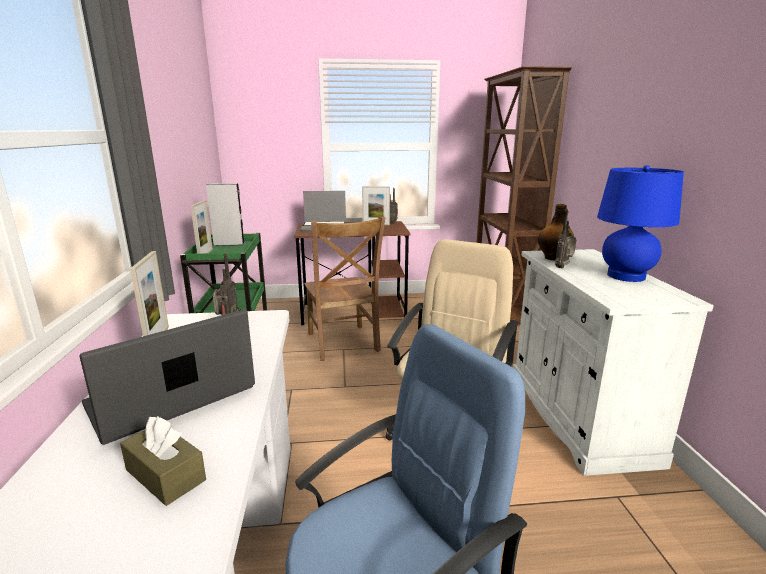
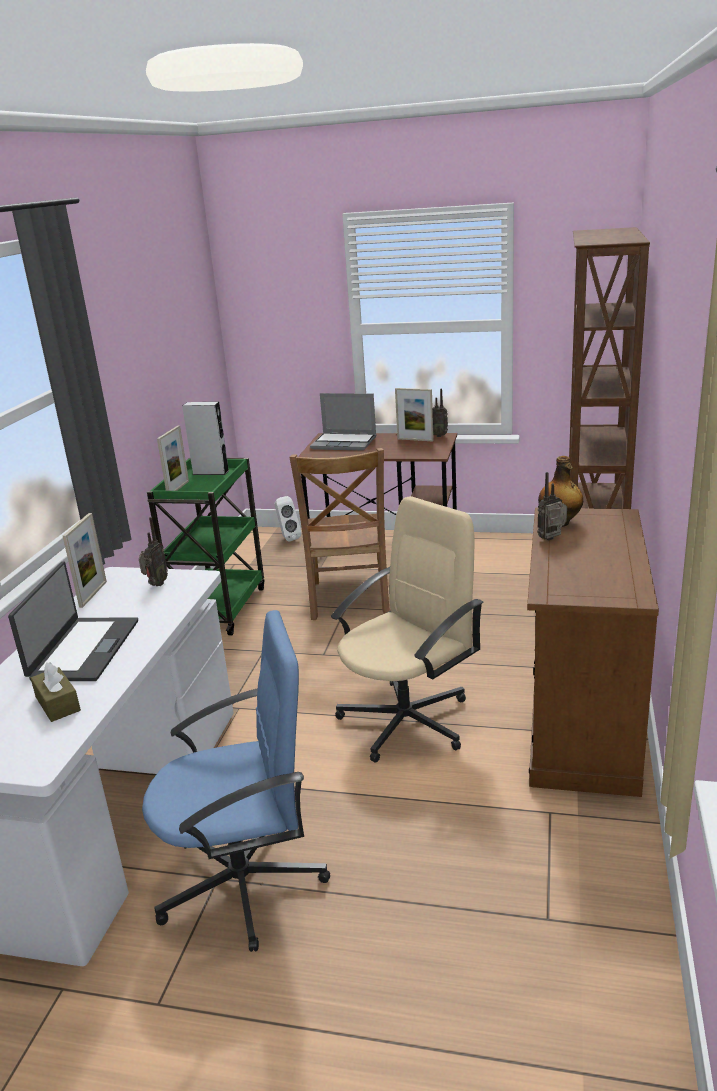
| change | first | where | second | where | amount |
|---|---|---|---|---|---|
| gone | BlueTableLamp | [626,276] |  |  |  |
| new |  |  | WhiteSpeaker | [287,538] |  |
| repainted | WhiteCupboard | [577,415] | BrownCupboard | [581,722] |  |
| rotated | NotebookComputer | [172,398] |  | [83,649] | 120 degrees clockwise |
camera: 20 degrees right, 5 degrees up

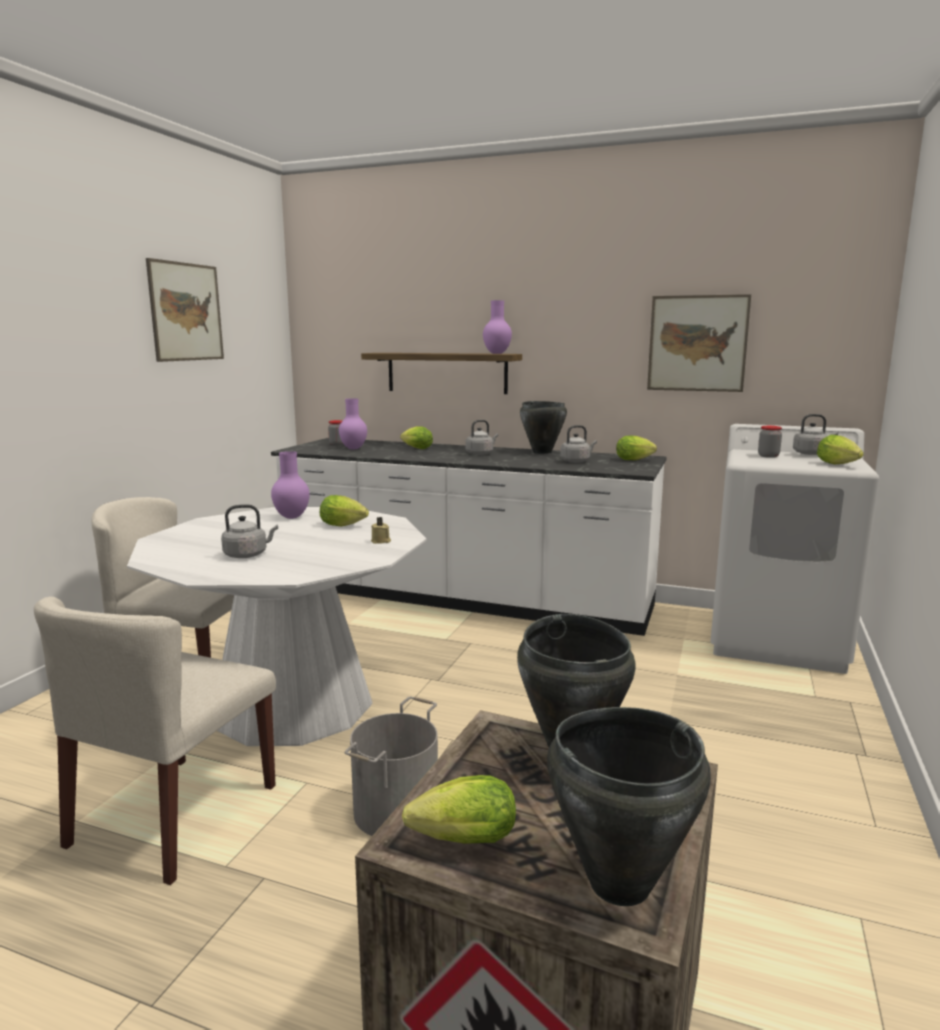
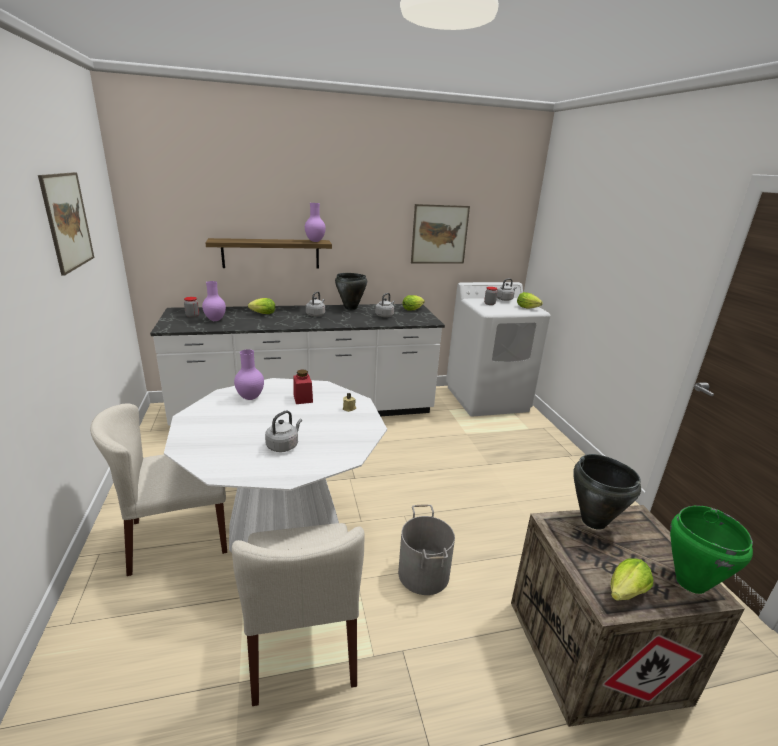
| change | first | where | second | where | amount |
|---|---|---|---|---|---|
| swapped | LettuceHead | [345,526] | ReddishJar | [303,398] |  |
| repainted | BlackColouredCookingPot | [618,883] | GreenColouredCookingPot | [690,582] |  |
camera: 35 degrees left, 10 degrees up

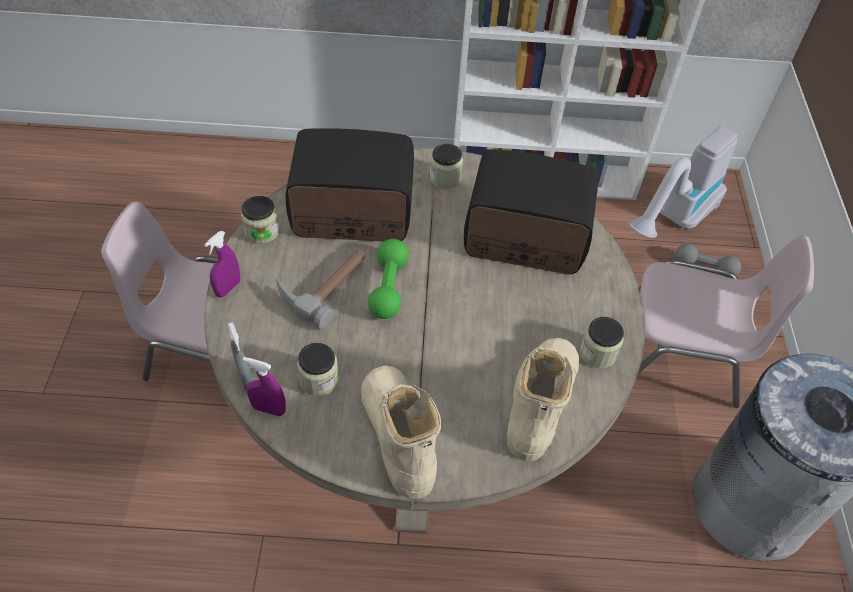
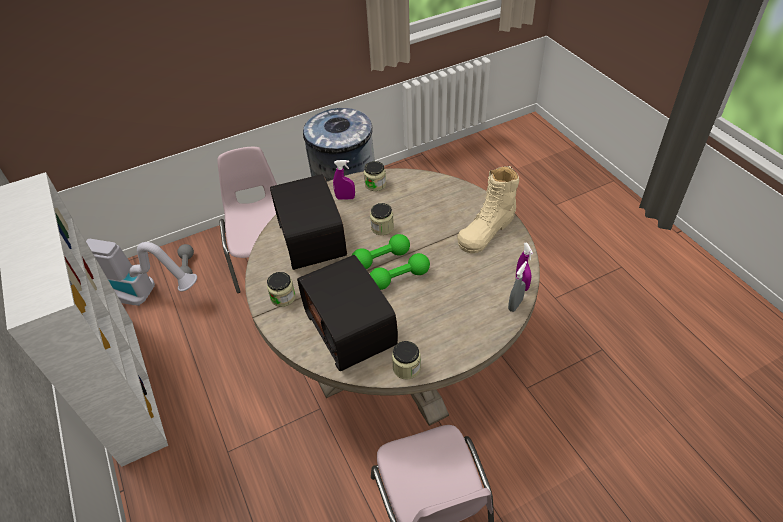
| change | first | where | second | where | amount |
|---|---|---|---|---|---|
| gone | HandHammer | [323,285] |  |  |  |
| gone | SandColouredBoot | [540,403] |  |  |  |
| new |  |  | GreenColouredDumbbell | [381,259] |  |
| shifted | PurpleColouredSprayer | [228,288] |  | [345,198] |  |
| shifted | Jar | [319,380] |  | [382,227] |  |
camera: 115 degrees left, 5 degrees down

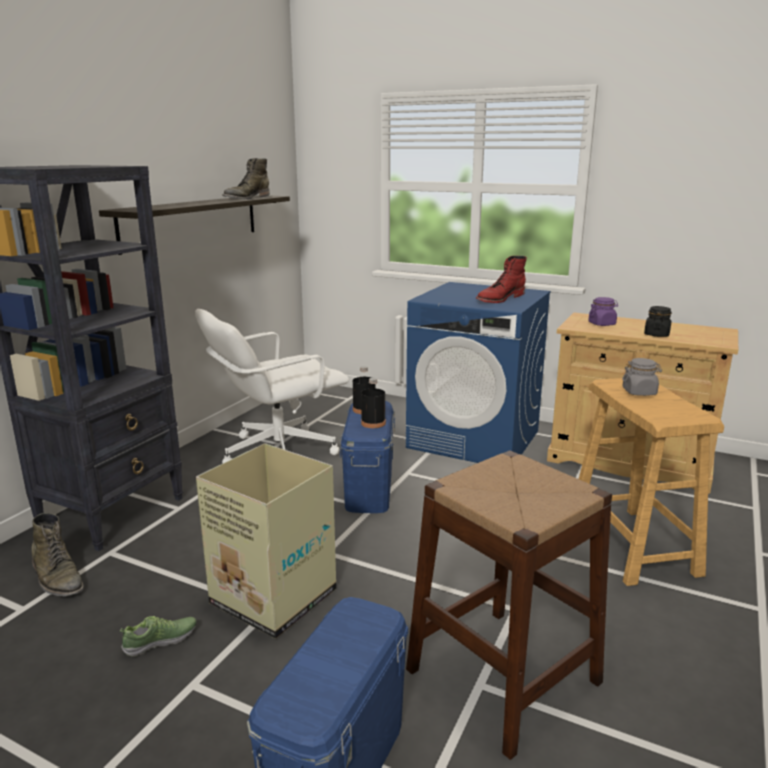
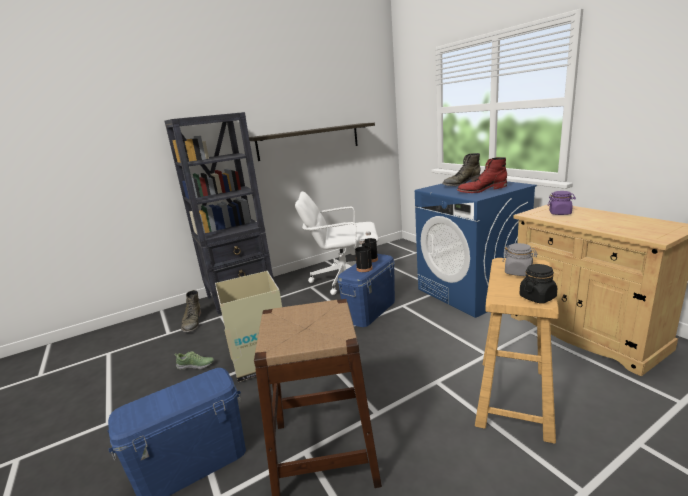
| change | first | where | second | where | amount |
|---|---|---|---|---|---|
| shifted | GreenColouredBoot | [246,198] |  | [461,183] |  |
| shifted | BlackColouredJar | [656,334] |  | [537,297] |  |
camera: 35 degrees right, 0 degrees up

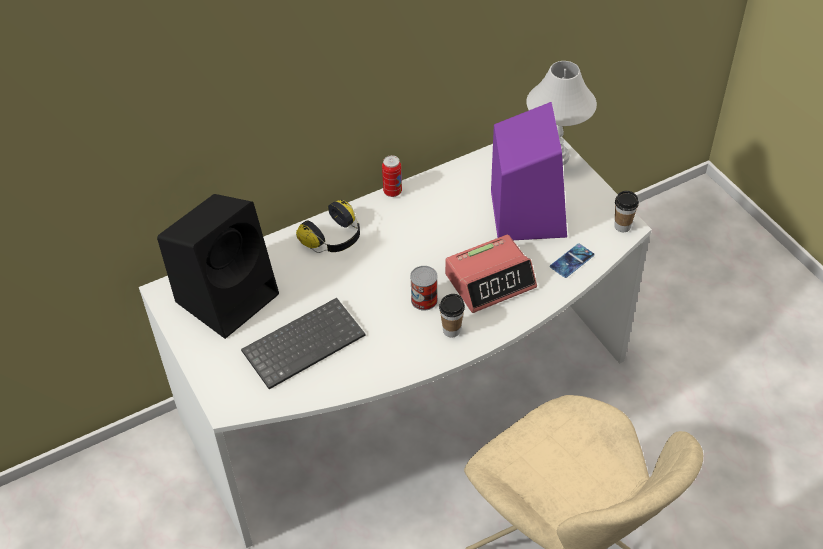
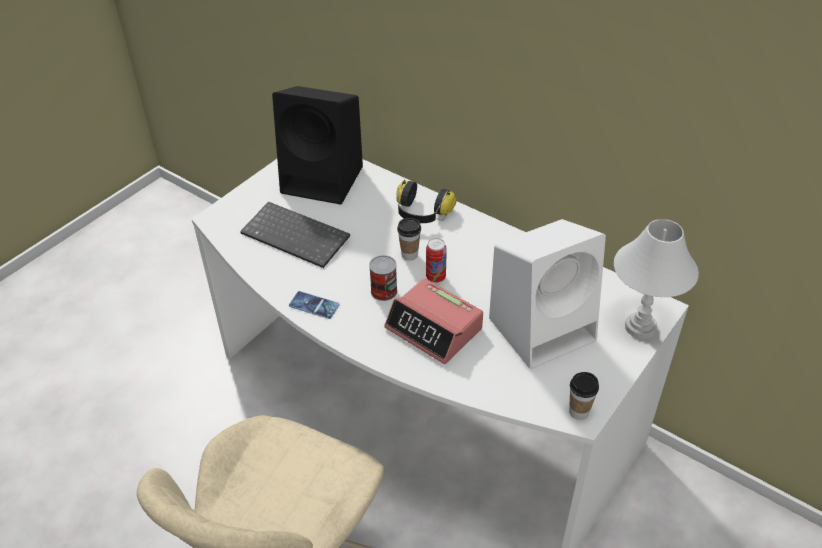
| change | first | where | second | where | amount |
|---|---|---|---|---|---|
| shifted | MetalCan | [392,192] |  | [435,277] |  |
| shifted | DrinkingCup | [451,330] |  | [409,255] |  |
| shifted | Handset | [572,261] |  | [314,305] |  |
| repainted | PurpleColouredSpeaker | [527,212] | WhiteSpeaker | [543,328] |  |
camera: 65 degrees right, 5 degrees down

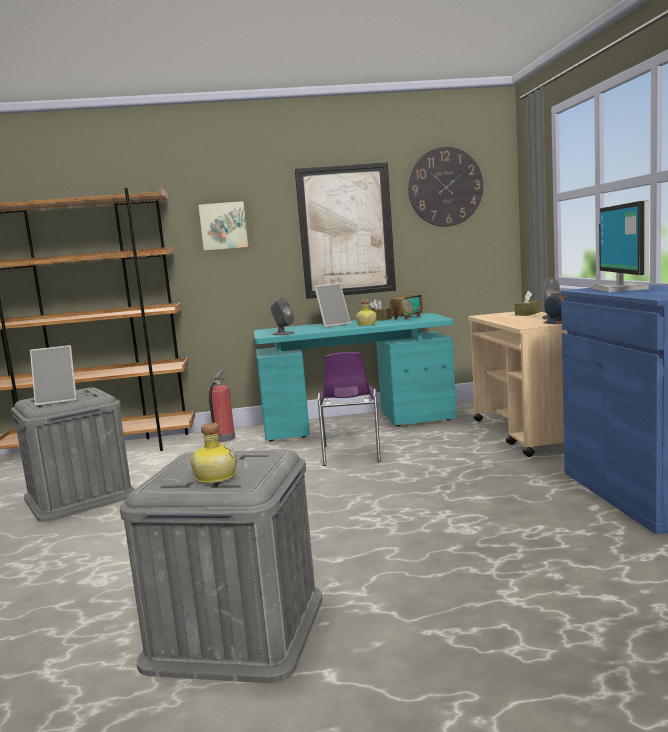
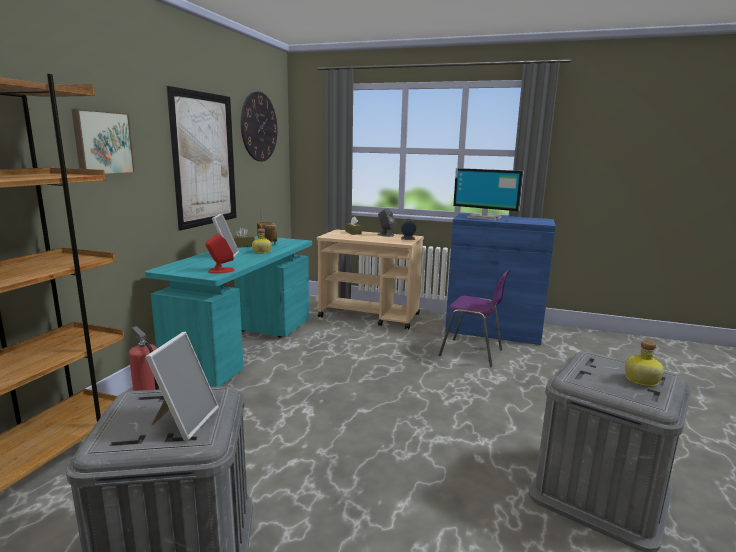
| change | first | where | second | where | amount |
|---|---|---|---|---|---|
| shifted | PurpleColouredPlainChair | [351,454] |  | [472,353] |  |
| repainted | GreySpeaker | [283,333] | ReddishSpeaker | [221,271] |  |
camera: 65 degrees left, 5 degrees up

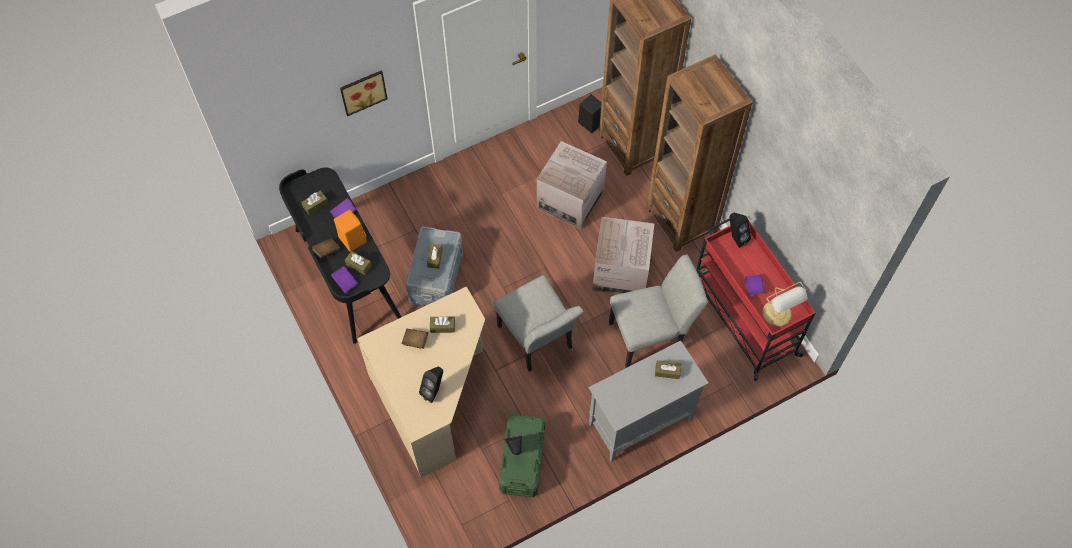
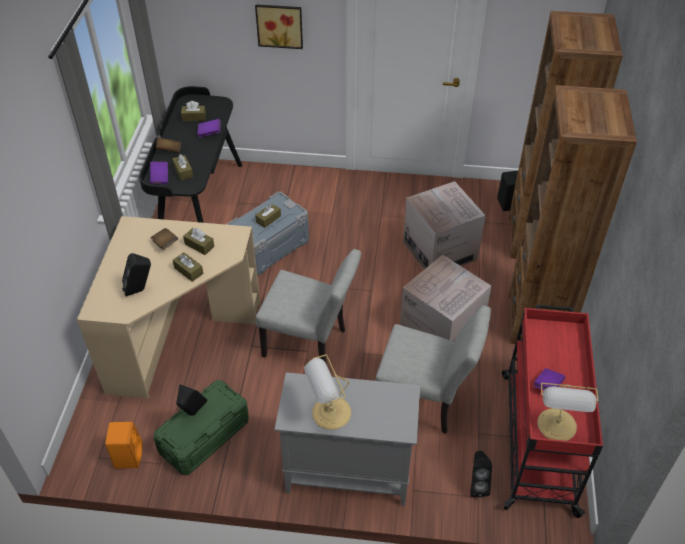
| change | first | where | second | where | amount |
|---|---|---|---|---|---|
| new |  |  | TableLamp | [329,413] |  |
| shifted | OrangeySpeaker | [352,239] |  | [128,455] |  |
| shifted | BrownTissueBox | [667,371] |  | [188,271] |  |
| shifted | BlackColouredSpeaker | [735,238] |  | [477,485] |  |
| rotated | GreyPlainChair | [538,341] |  | [311,345] | 75 degrees counterclockwise |
camera: 35 degrees right, 15 degrees down

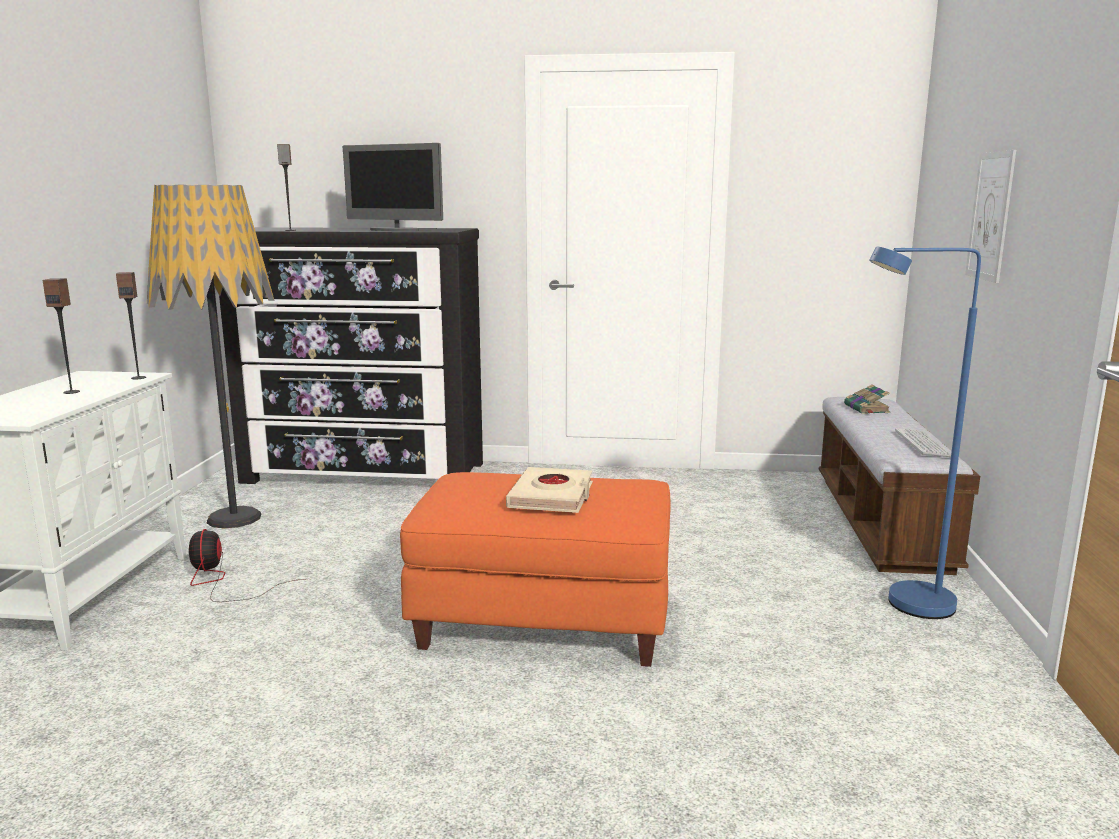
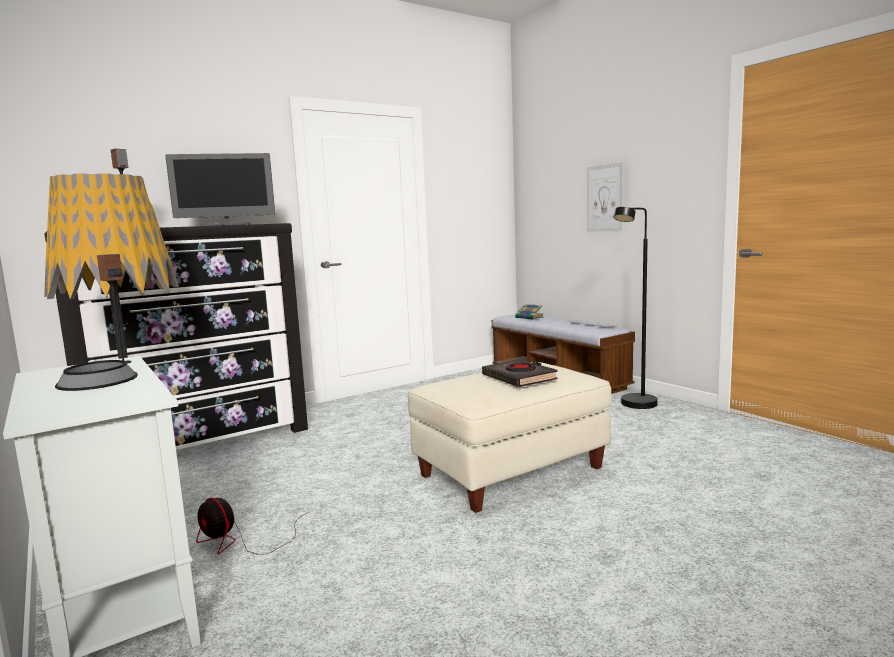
| change | first | where | second | where | amount |
|---|---|---|---|---|---|
| swapped | Speaker | [72,392] | DeepDish | [97,380] |  |
| repainted | OrangeyOttoman | [543,623] | SandColouredOttoman | [511,472] |  |
| repainted | SandColouredBoundBook | [552,497] | BlackColouredBoundBook | [519,378] |  |
| repainted | BlueStandardLamp | [904,605] | BlackColouredStandardLamp | [635,406] |  |
camera: 40 degrees left, 5 degrees down

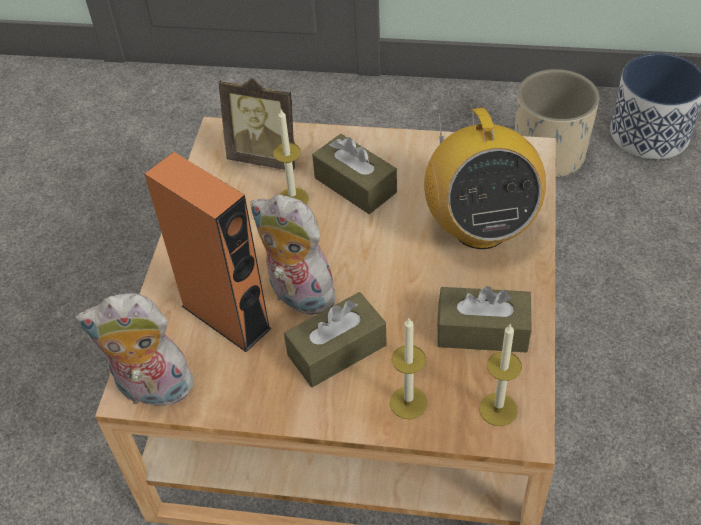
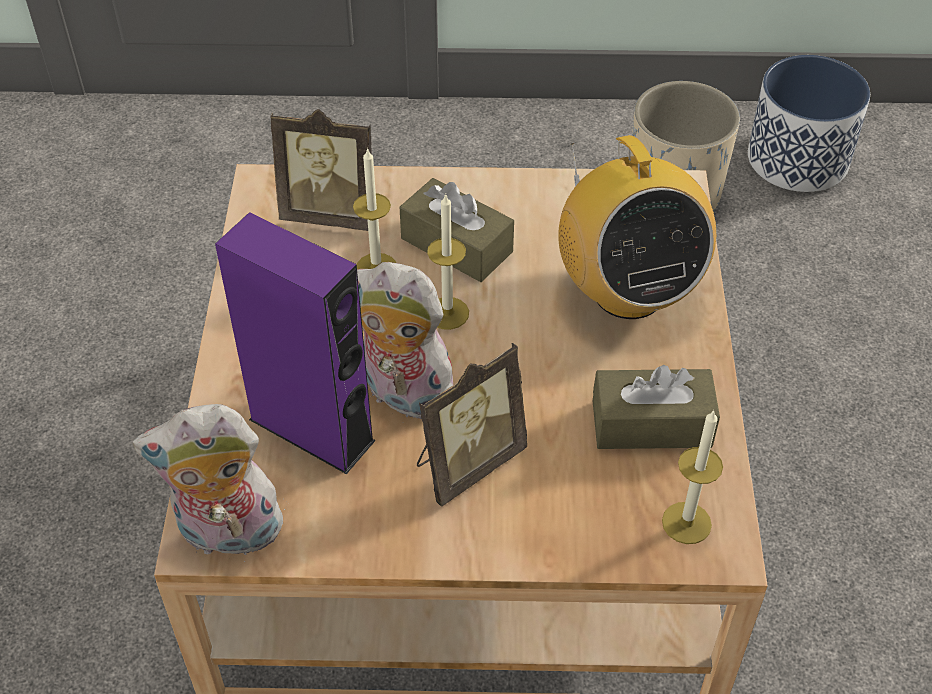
| change | first | where | second | where | amount |
|---|---|---|---|---|---|
| shifted | Candle | [408,402] |  | [447,313] |  |
| swapped | BrownTissueBox | [337,350] | StandingFrame | [467,463] |  |
| repainted | OrangeySpeaker | [226,317] | PurpleColouredSpeaker | [312,430] |  |
camera: 10 degrees left, 0 degrees up

